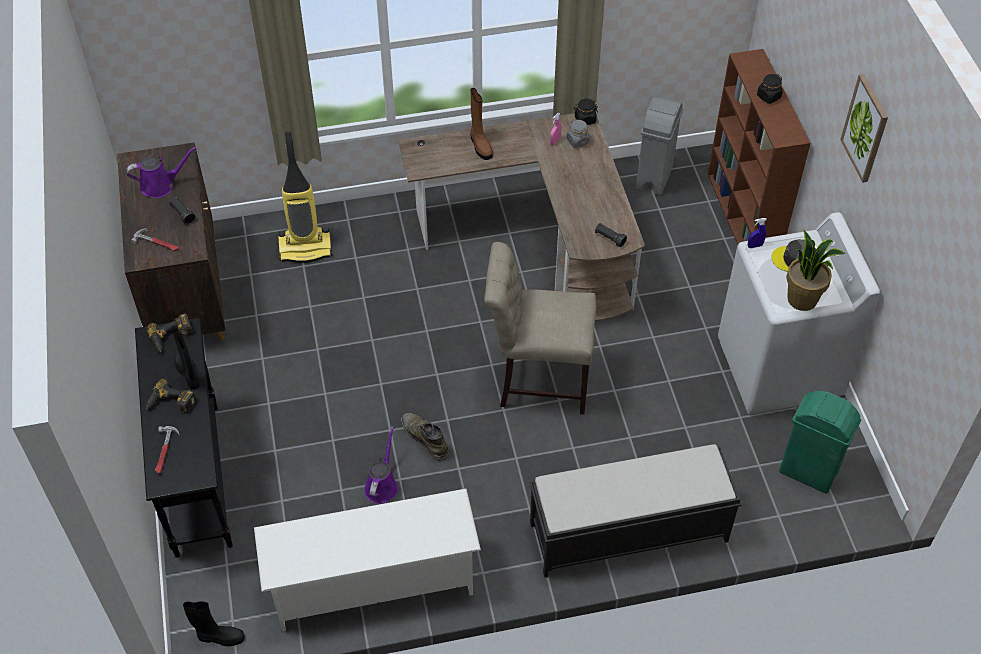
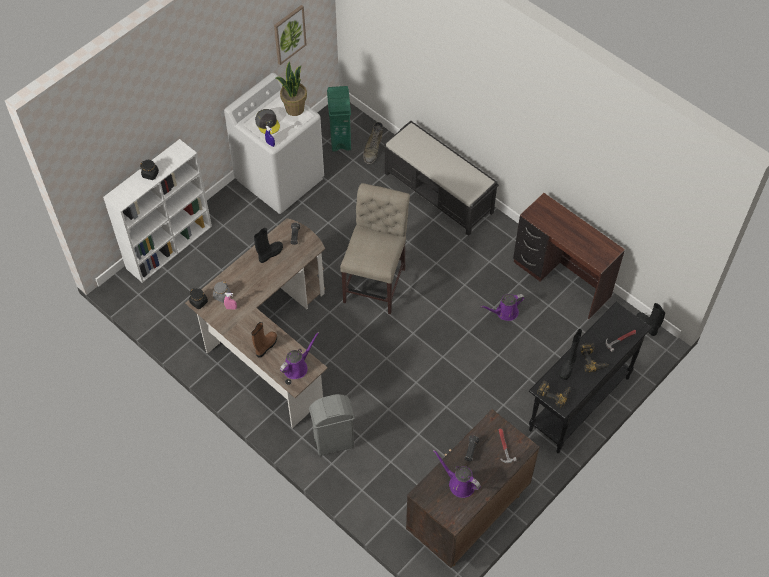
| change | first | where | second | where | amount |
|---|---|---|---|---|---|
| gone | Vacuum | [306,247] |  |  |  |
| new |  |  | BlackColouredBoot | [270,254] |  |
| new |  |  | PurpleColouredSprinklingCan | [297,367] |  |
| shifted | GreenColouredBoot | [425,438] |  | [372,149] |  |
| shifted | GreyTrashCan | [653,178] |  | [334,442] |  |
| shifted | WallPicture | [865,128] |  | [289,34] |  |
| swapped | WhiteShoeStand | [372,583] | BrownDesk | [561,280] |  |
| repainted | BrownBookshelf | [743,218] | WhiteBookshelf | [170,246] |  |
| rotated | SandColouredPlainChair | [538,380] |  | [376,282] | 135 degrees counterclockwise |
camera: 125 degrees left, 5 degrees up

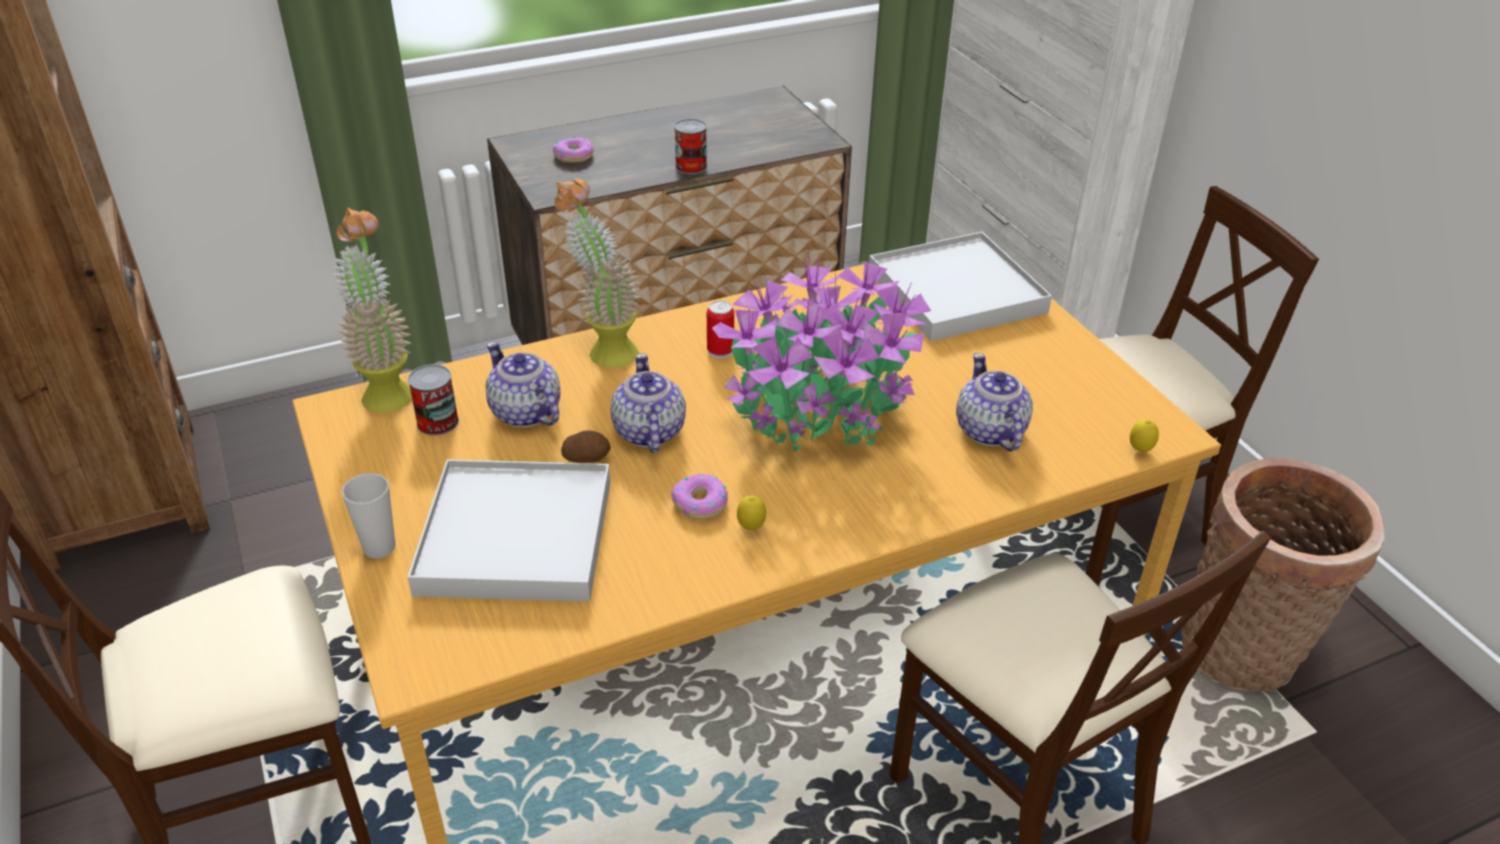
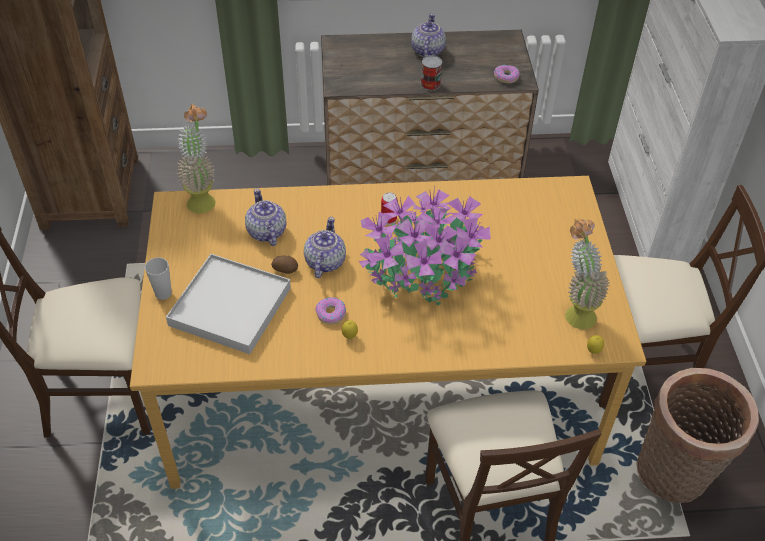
| change | first | where | second | where | amount |
|---|---|---|---|---|---|
| gone | MetalCan | [438,422] |  |  |  |
| gone | WhiteServingTray | [955,292] |  |  |  |
| shifted | Donut | [574,156] |  | [506,77] |  |
| shifted | PottedPlant | [603,349] |  | [574,311] |  |
| shifted | TeaPot | [989,431] |  | [427,51] |  |
camera: 20 degrees right, 10 degrees up

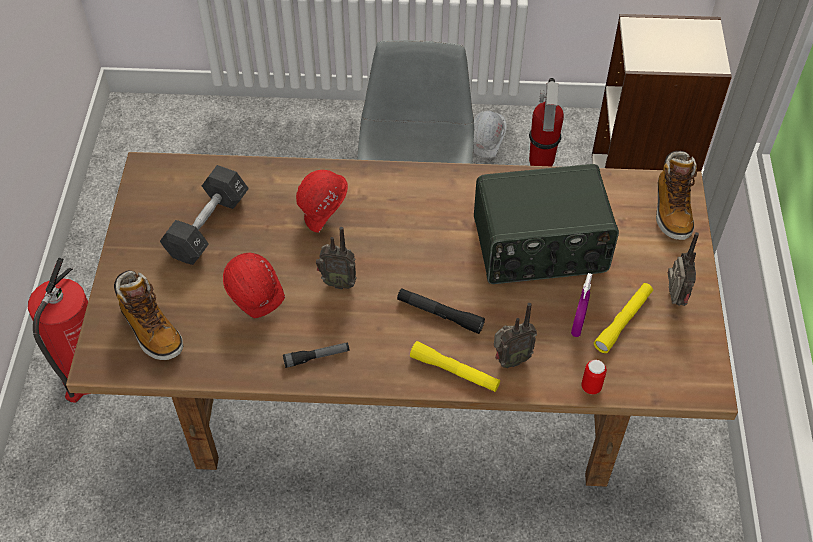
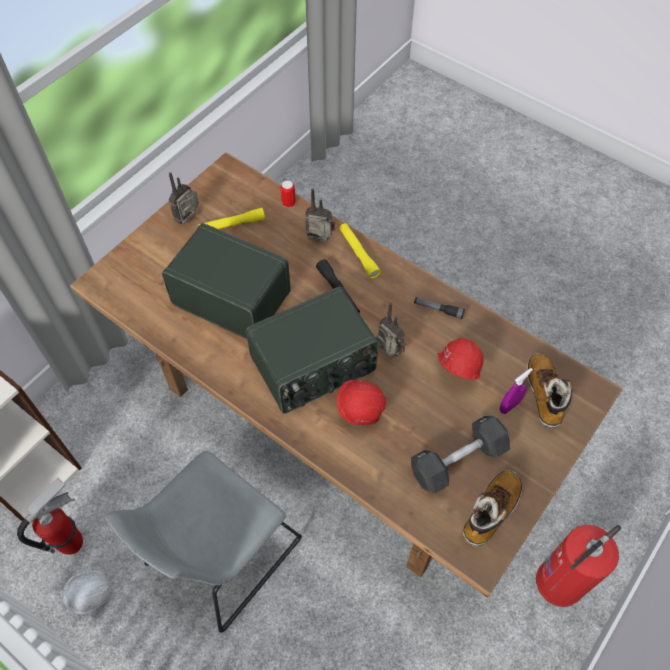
| change | first | where | second | where | amount |
|---|---|---|---|---|---|
| new |  |  | Radio | [314,366] |  |
| shifted | PurpleColouredSprayer | [577,326] |  | [509,406] |  |
| shifted | Boot | [672,210] |  | [491,511] |  |
camera: 145 degrees left, 5 degrees up

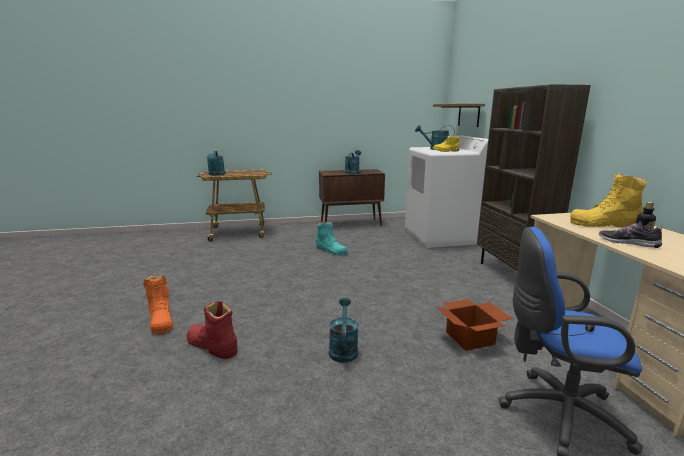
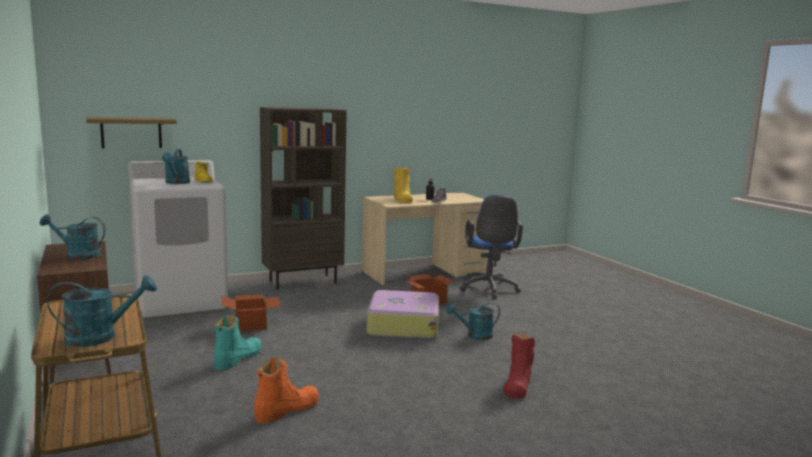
| change | first | where | second | where | amount |
|---|---|---|---|---|---|
| new |  |  | Carton | [252,325] |  |
| new |  |  | Suitcase | [403,325] |  |
| shifted | OrangeyBoot | [161,320] |  | [287,410] |  |
camera: 105 degrees left, 5 degrees down

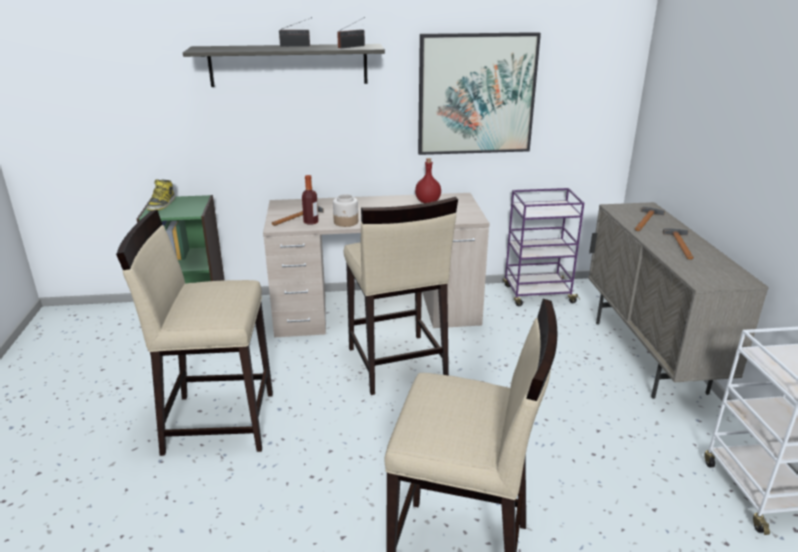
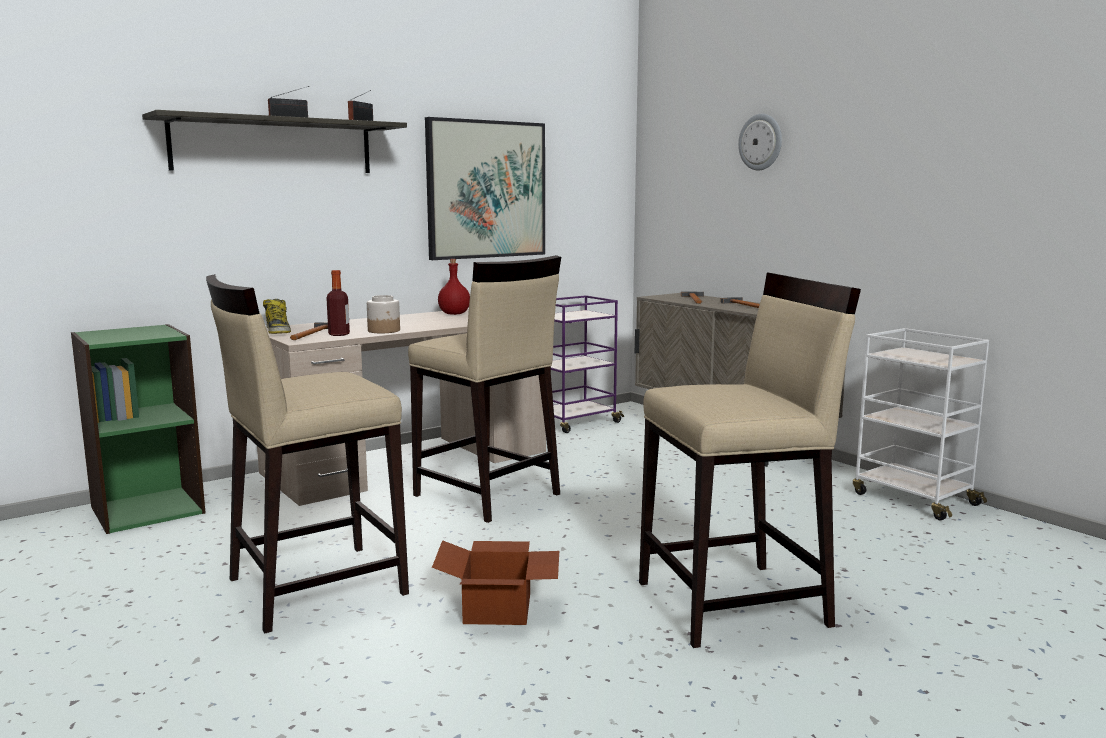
| change | first | where | second | where | amount |
|---|---|---|---|---|---|
| new |  |  | Carton | [499,609] |  |
| new |  |  | HangingClock | [761,142] |  |
| shifted | Boot | [162,204] |  | [278,331] |  |
camera: 30 degrees left, 15 degrees down

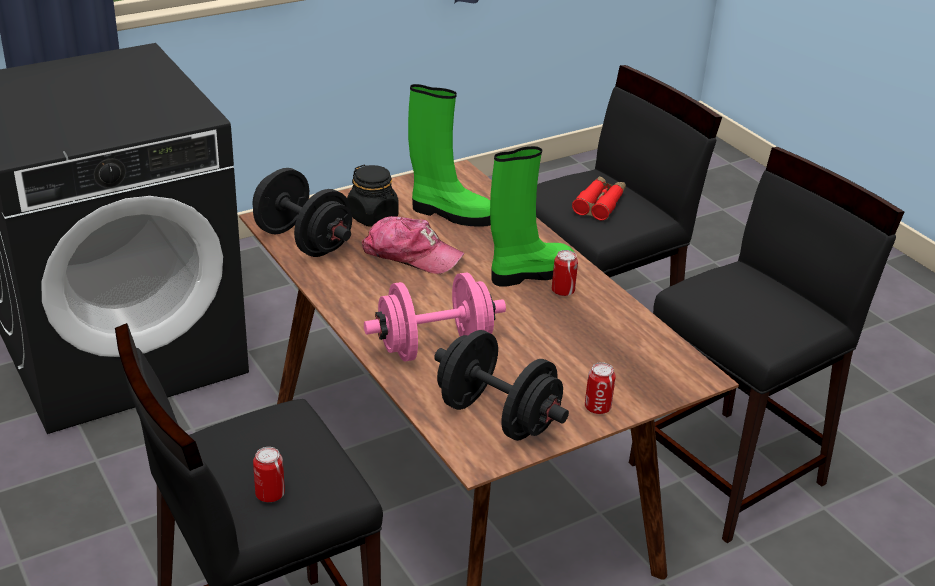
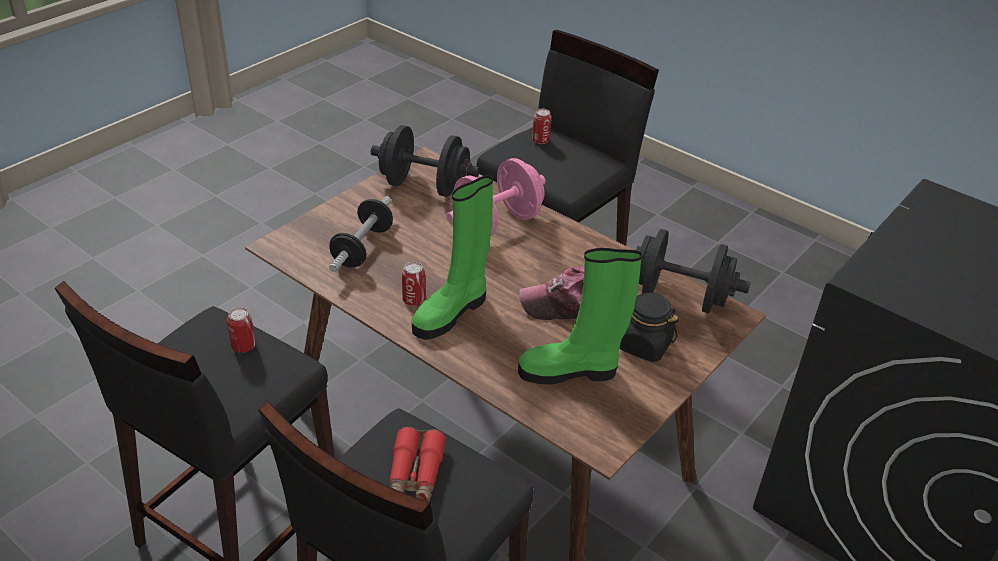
| change | first | where | second | where | amount |
|---|---|---|---|---|---|
| new |  |  | Dumbbell | [362,248] |  |
| shifted | MetalCan | [597,407] |  | [243,346] |  |
camera: 160 degrees right, 5 degrees up

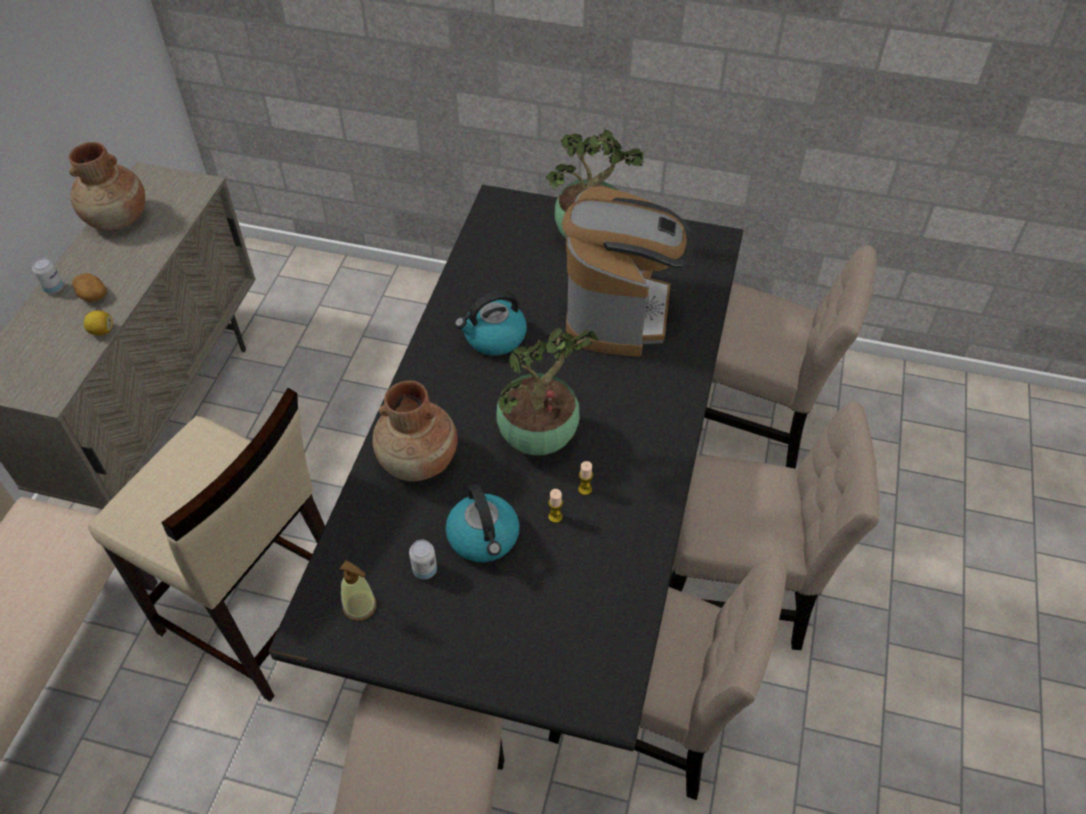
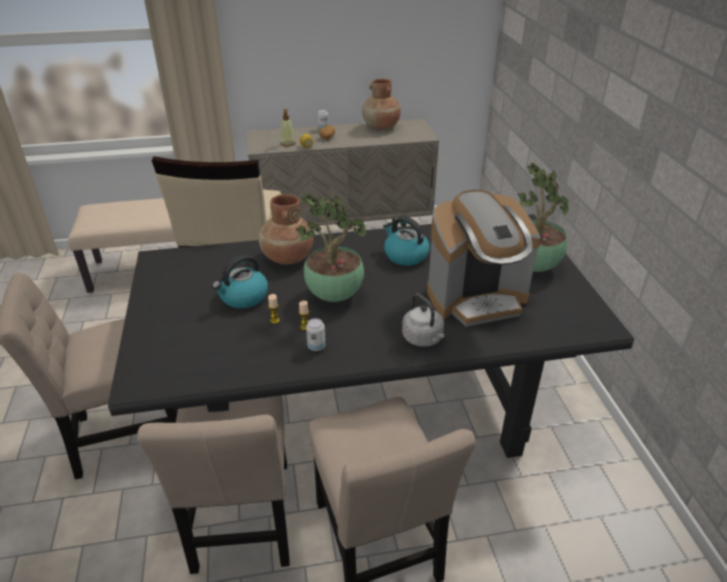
| change | first | where | second | where | amount |
|---|---|---|---|---|---|
| gone | SandColouredPlainChair | [750,426] |  |  |  |
| new |  |  | GreyWaterKettle | [423,339] |  |
| shifted | SoapBottle | [360,606] |  | [287,143] |  |
| shifted | MetalCan | [425,570] |  | [316,346] |  |
camera: 65 degrees right, 15 degrees down

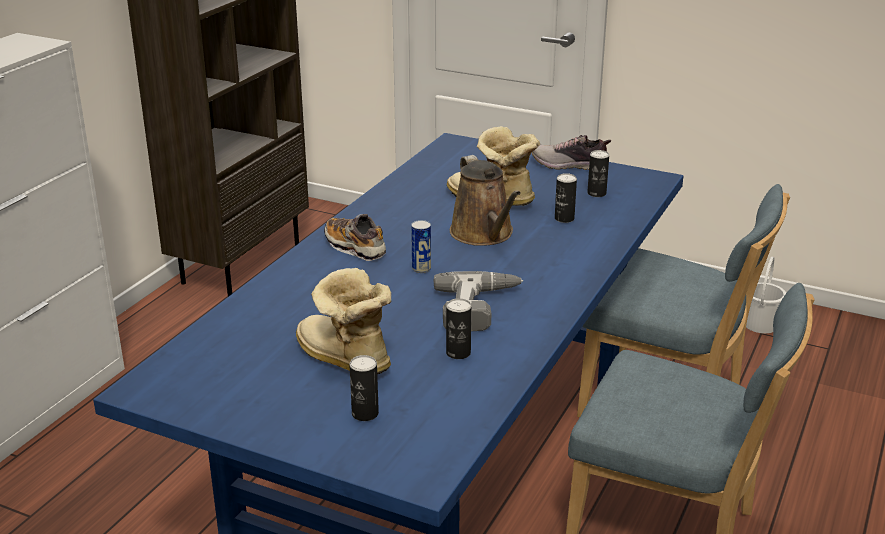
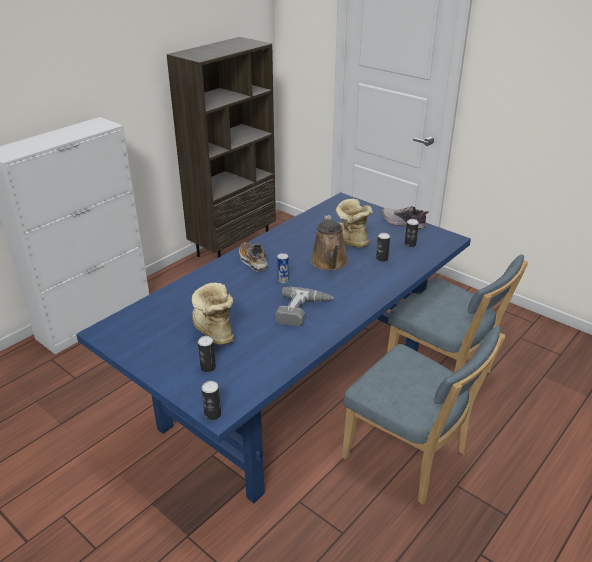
| change | first | where | second | where | amount |
|---|---|---|---|---|---|
| gone | WhitePail | [760,324] |  |  |  |
| shifted | MetalCan | [458,353] |  | [212,414] |  |
camera: 15 degrees right, 5 degrees up

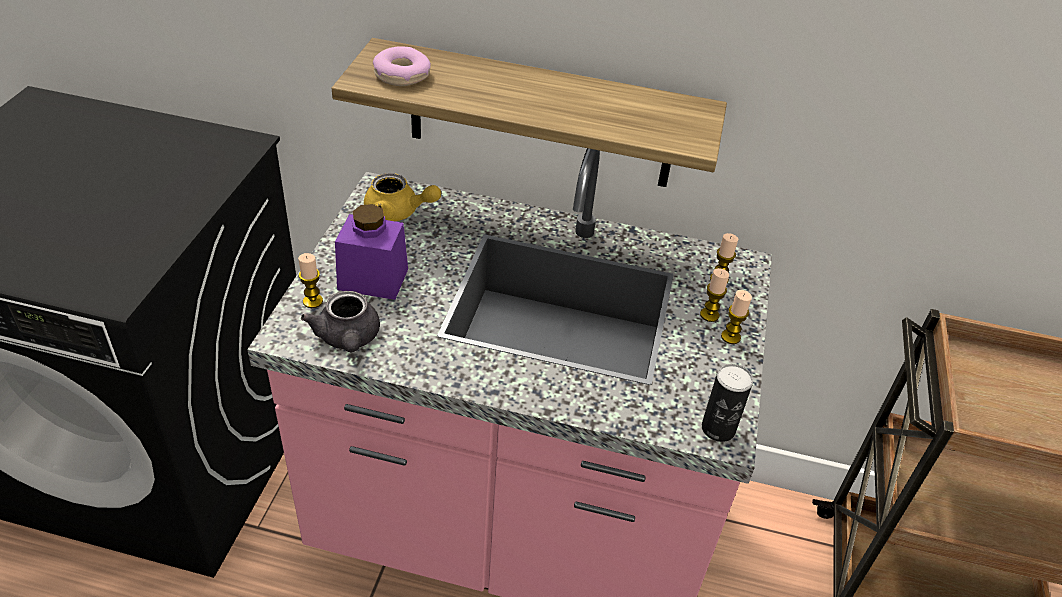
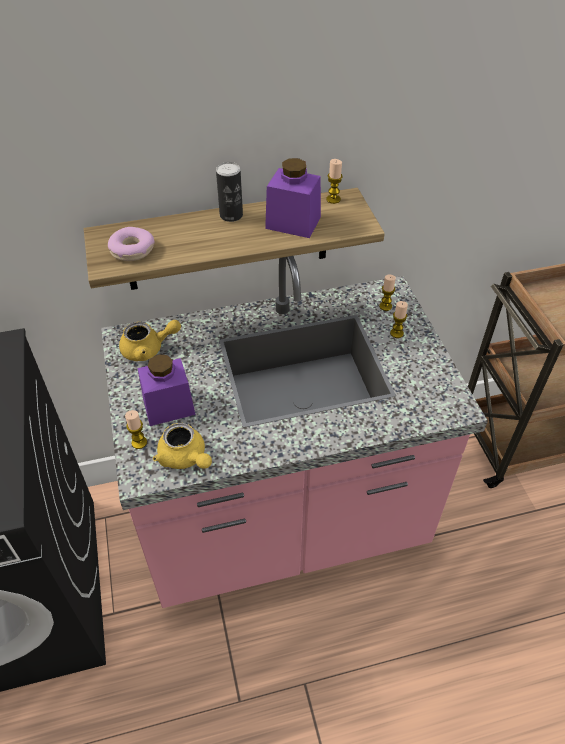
| change | first | where | second | where | amount |
|---|---|---|---|---|---|
| new |  |  | PurpleColouredJar | [293,223] |  |
| shifted | MetalCan | [718,428] |  | [231,215] |  |
| shifted | Candle | [730,337] |  | [333,199] |  |
| repainted | GreyTeaPot | [348,339] | YellowTeaPot | [185,458] |  |
camera: 25 degrees left, 5 degrees up

